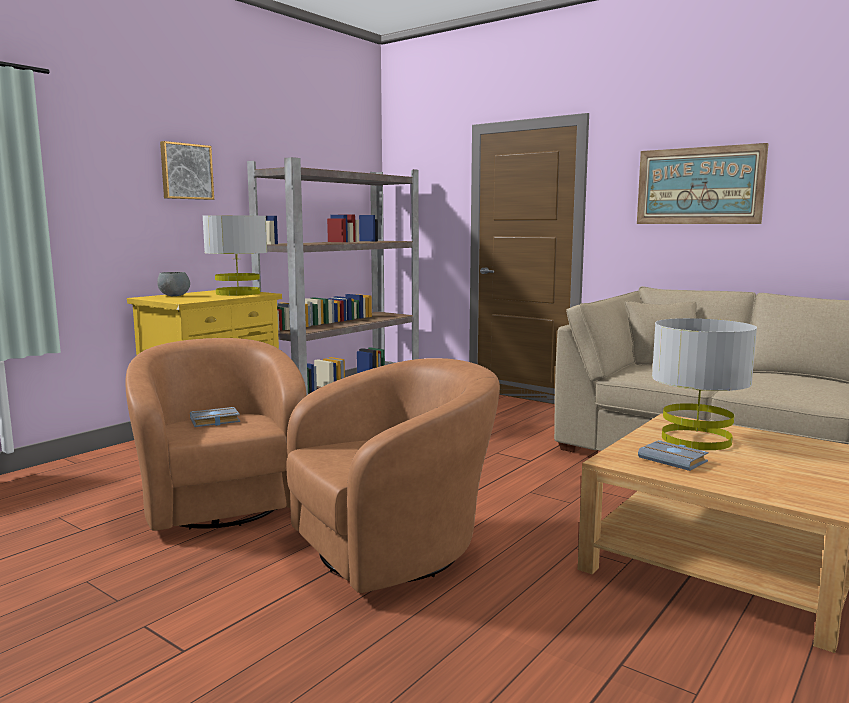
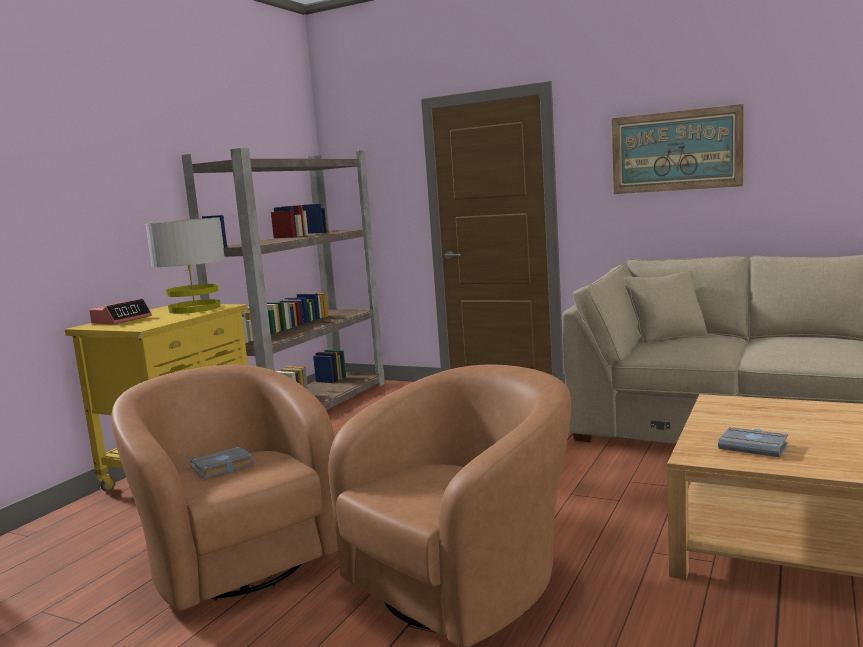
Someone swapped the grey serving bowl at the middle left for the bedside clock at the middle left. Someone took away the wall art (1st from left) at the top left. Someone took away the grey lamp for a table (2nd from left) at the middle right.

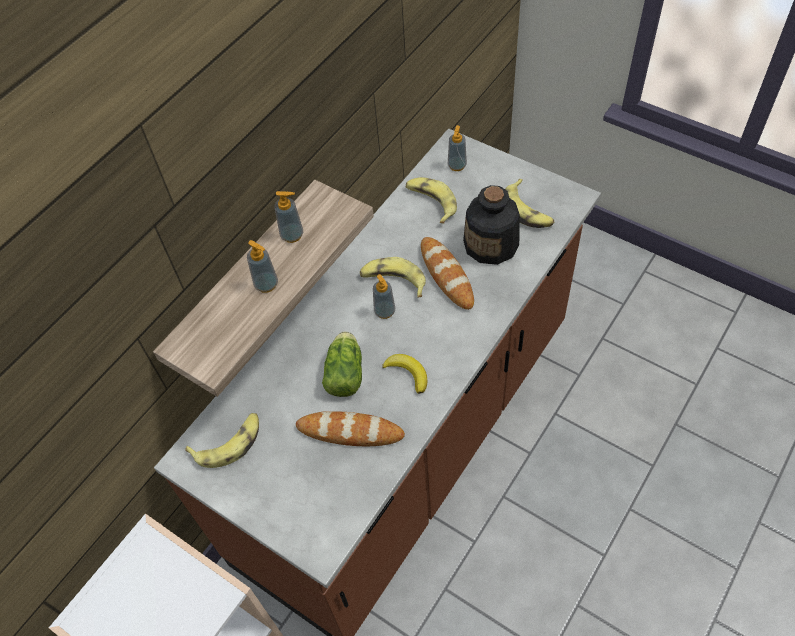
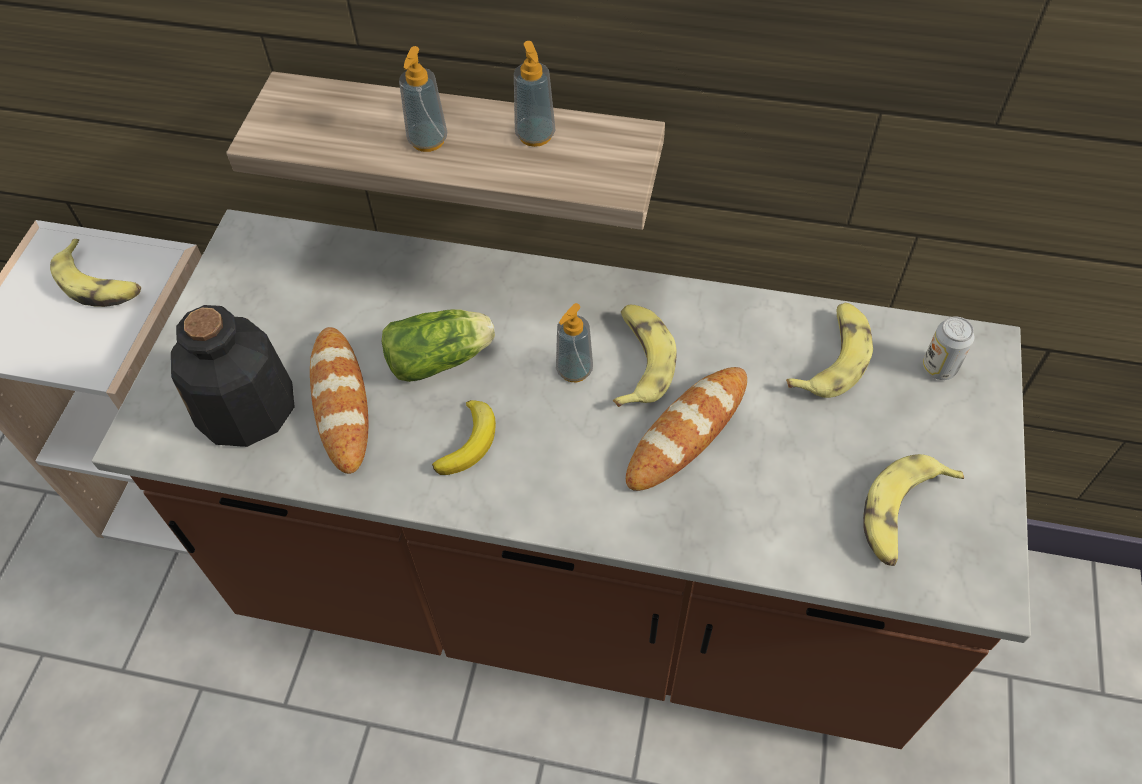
Someone carried the banana fruit (1st from left) from the bottom left to the middle left. Someone swapped the liquid soap bottle (4th from left) at the top centre for the metal can at the middle right. Someone carried the beverage bottle from the centre to the middle left.

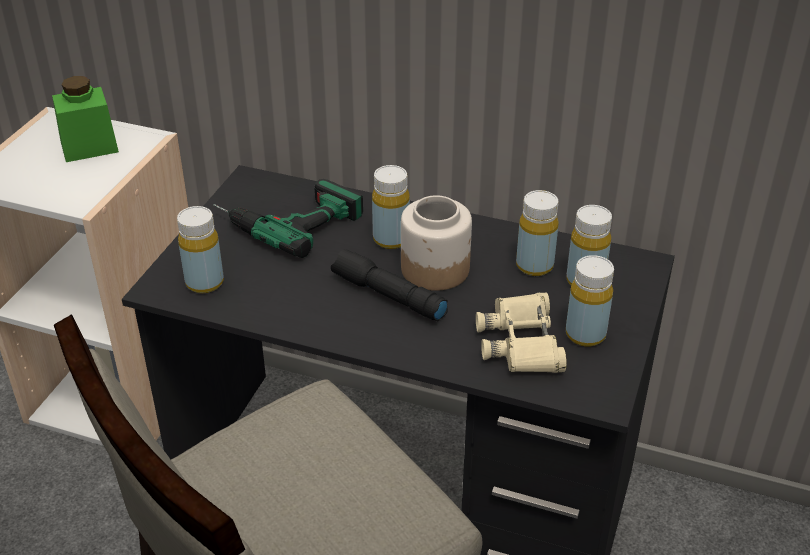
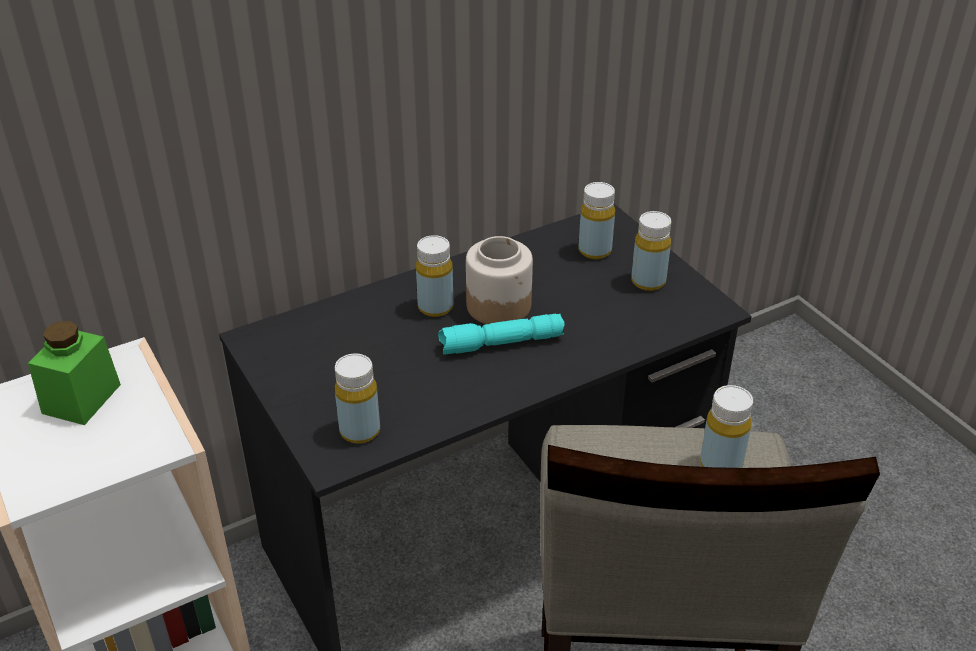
Someone took away the electric drill at the centre. Someone repainted the black-coloured hand torch at the centre, which became the turquoise hand torch at the centre. Someone took away the beige-coloured binoculars at the centre. Someone carried the yellow-coloured beverage bottle (3rd from left in the first image) from the centre to the middle right.

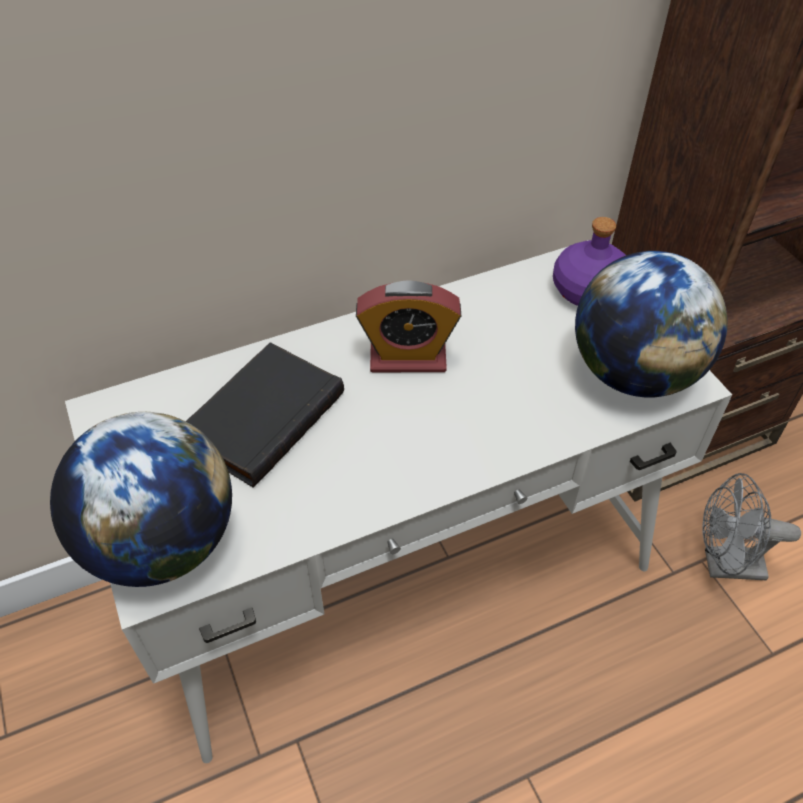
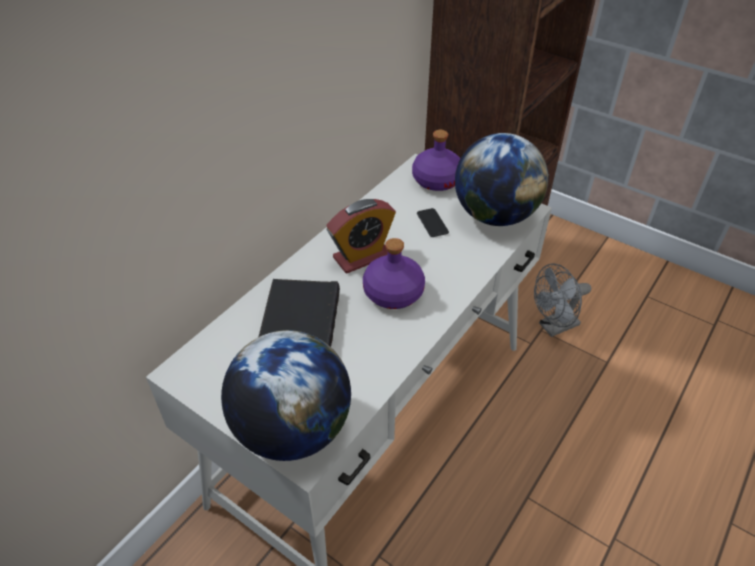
Someone put down the purple-coloured beverage bottle (1st from left) at the centre. Someone put down the phone at the centre.

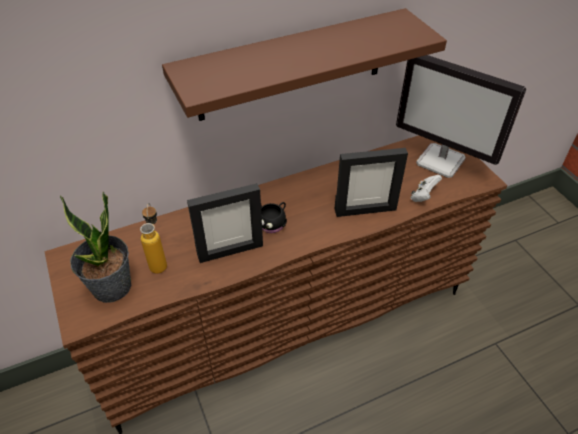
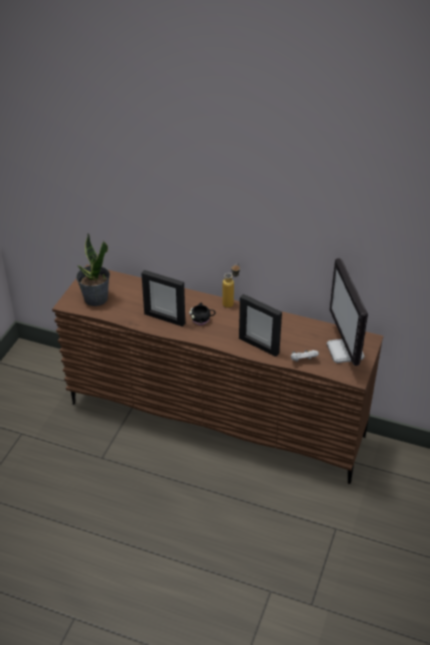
Someone carried the beverage bottle from the middle left to the centre. Someone took away the brown-coloured shelf at the top centre.

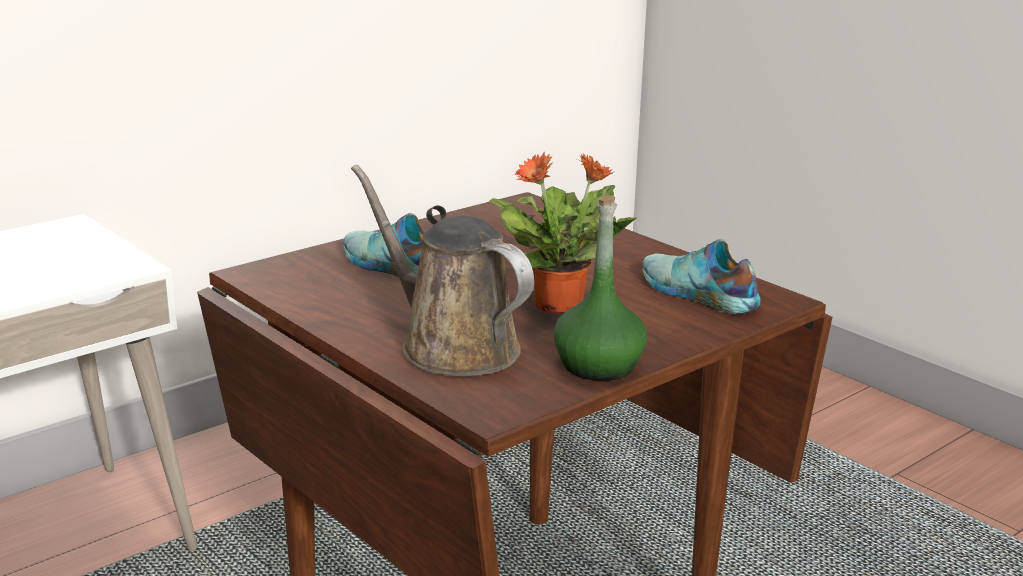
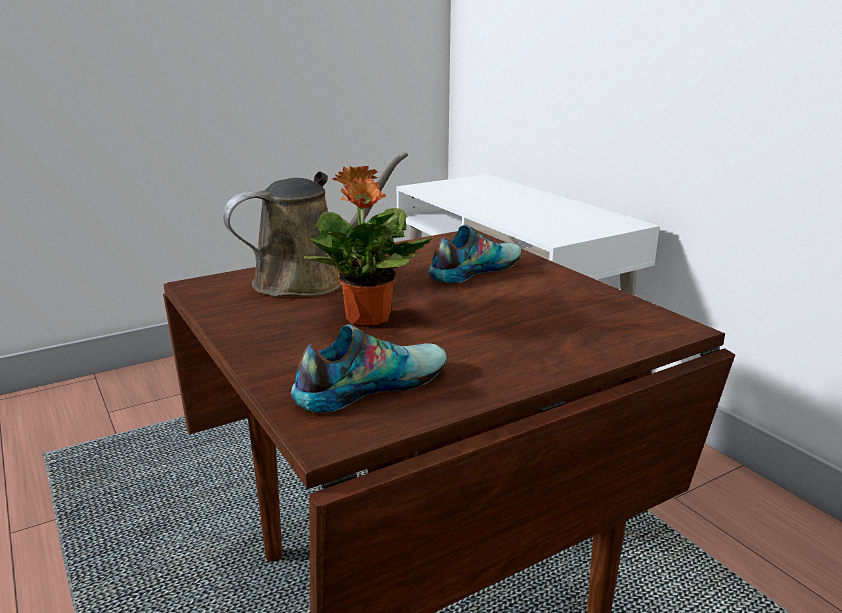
Someone took away the green beverage bottle at the centre.

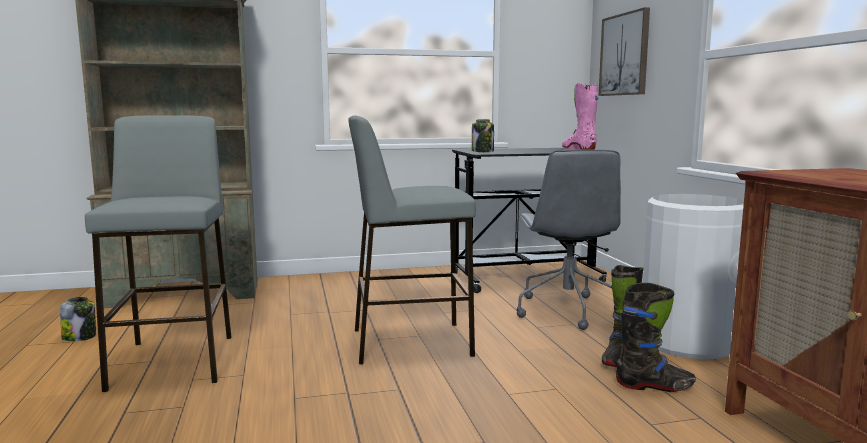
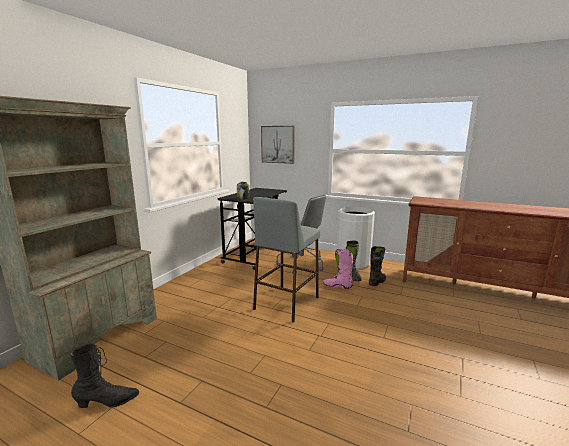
Someone swapped the jar (1st from left) at the bottom left for the black-coloured high-top boot (1st from left) at the bottom left. Someone took away the grey stool seat (1st from left) at the middle left. Someone carried the pink high-top boot from the top right to the centre.

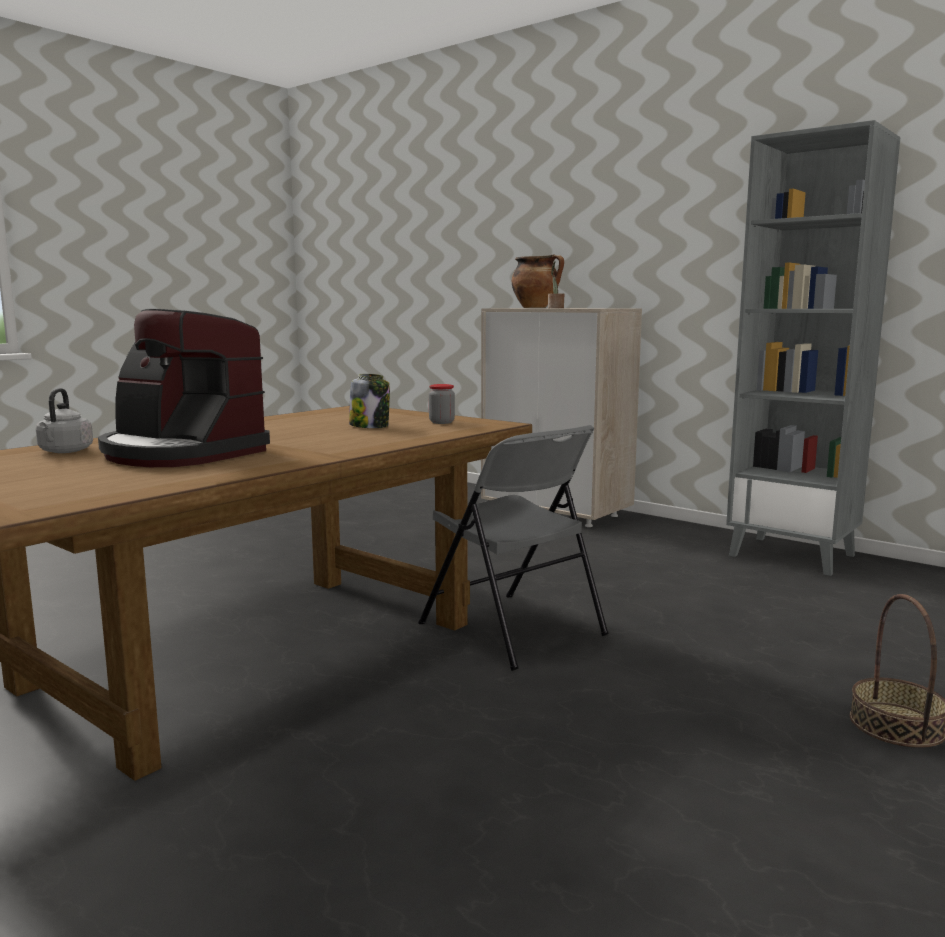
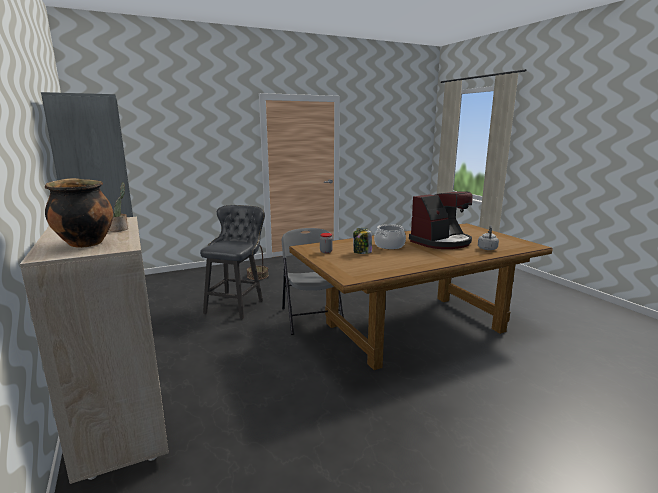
Someone rotated the coffee brewer at the middle left by 90 degrees clockwise. Someone put down the grey stool seat at the centre. Someone put down the saucepot (2nd from left) at the centre.

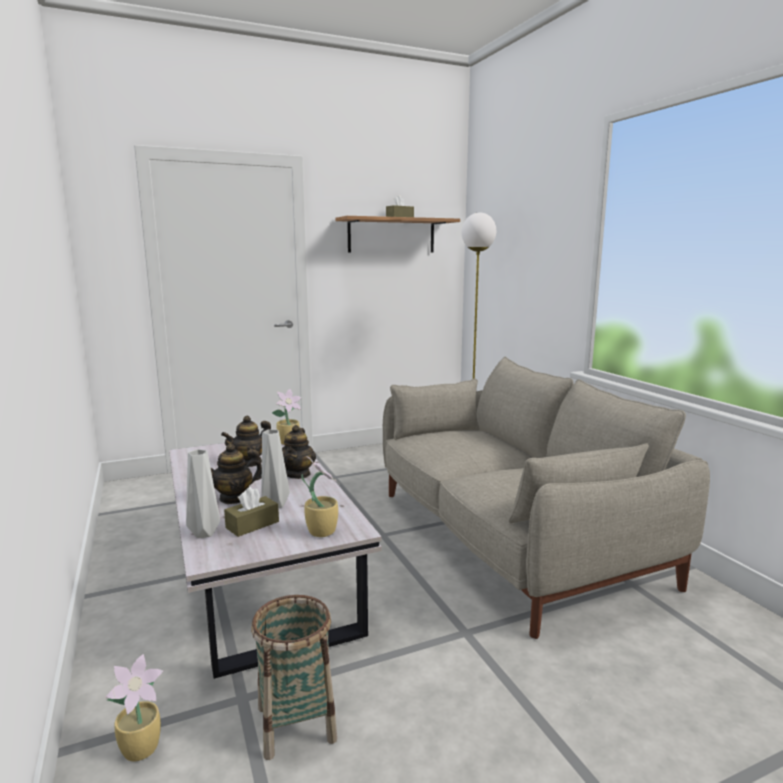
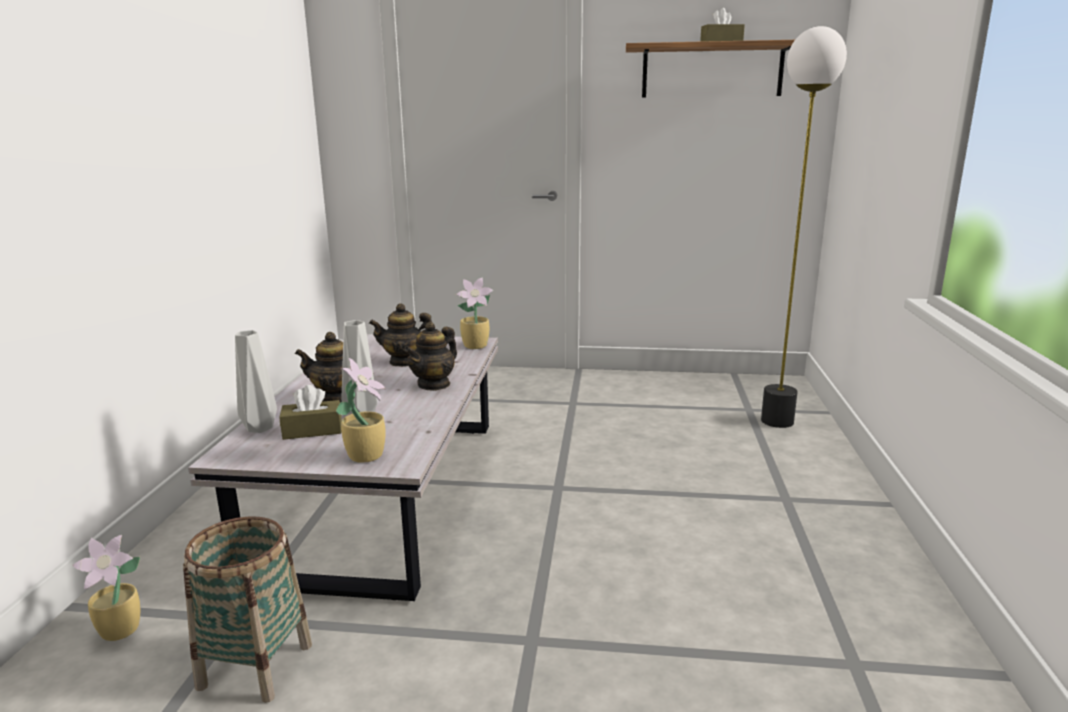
Someone took away the beige-coloured sofa at the middle right.

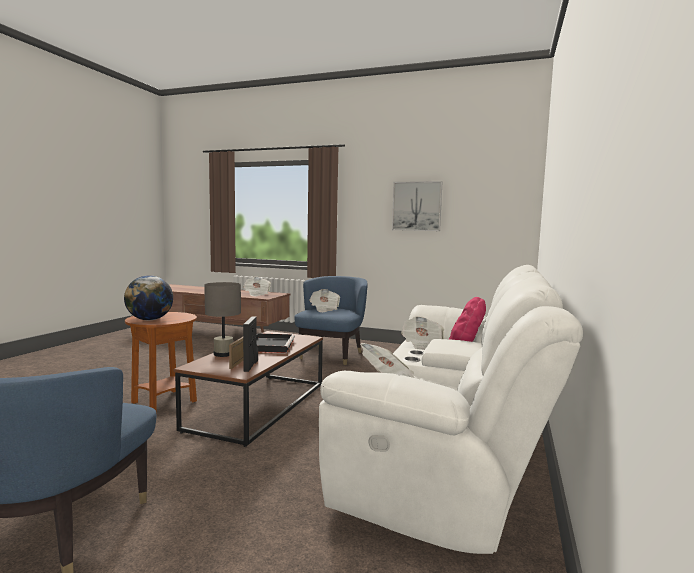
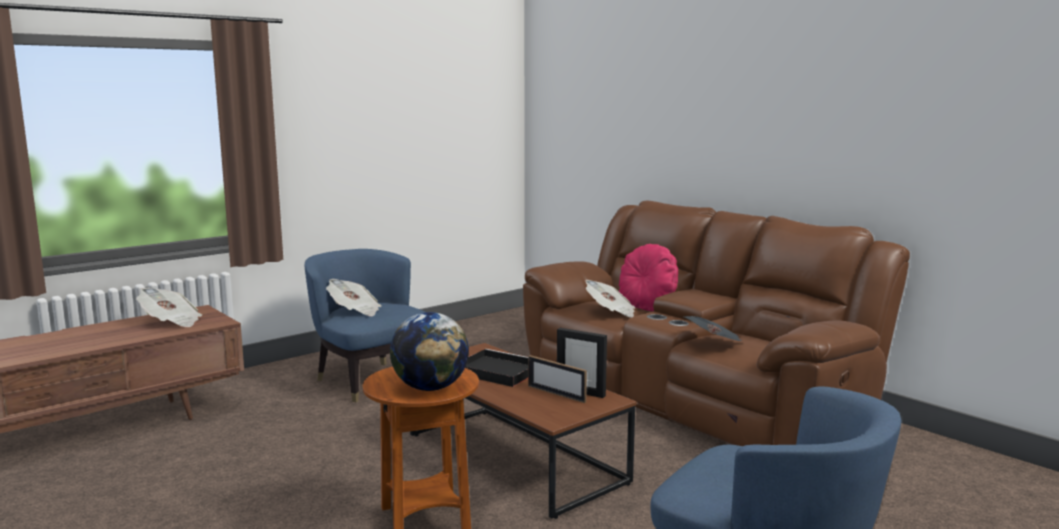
Someone took away the grey lamp for a table at the middle left. Someone repainted the white-coloured sofa at the bottom centre, which became the brown-coloured sofa at the middle right. Someone took away the wall art at the centre.

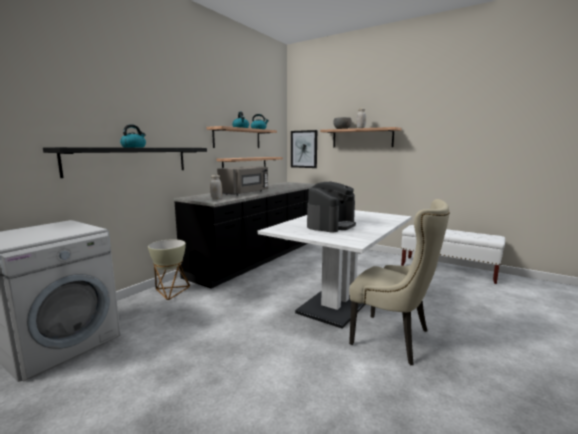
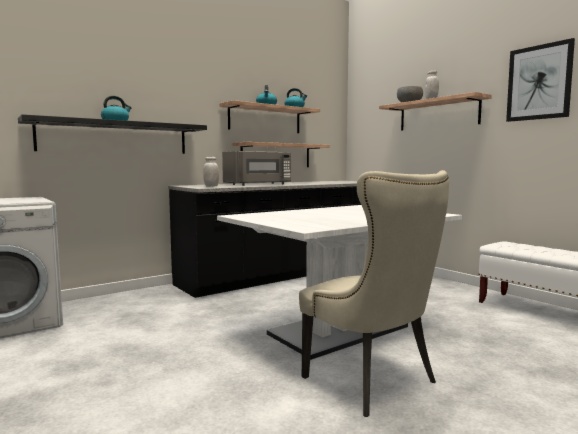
Someone took away the planter at the middle left. Someone carried the wall art from the centre to the top right. Someone took away the coffee brewer at the centre.

